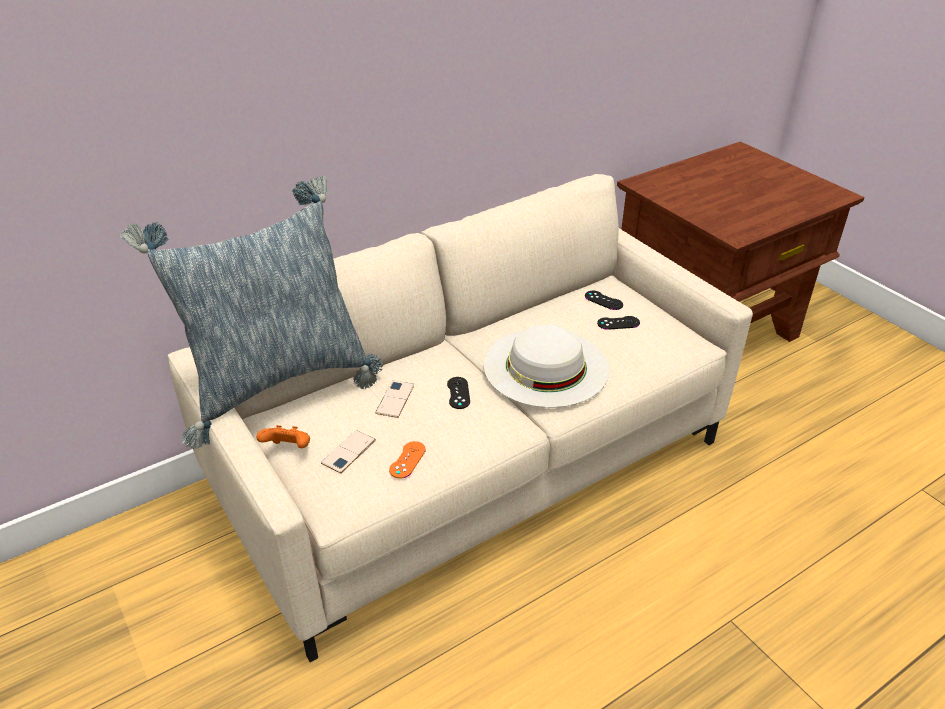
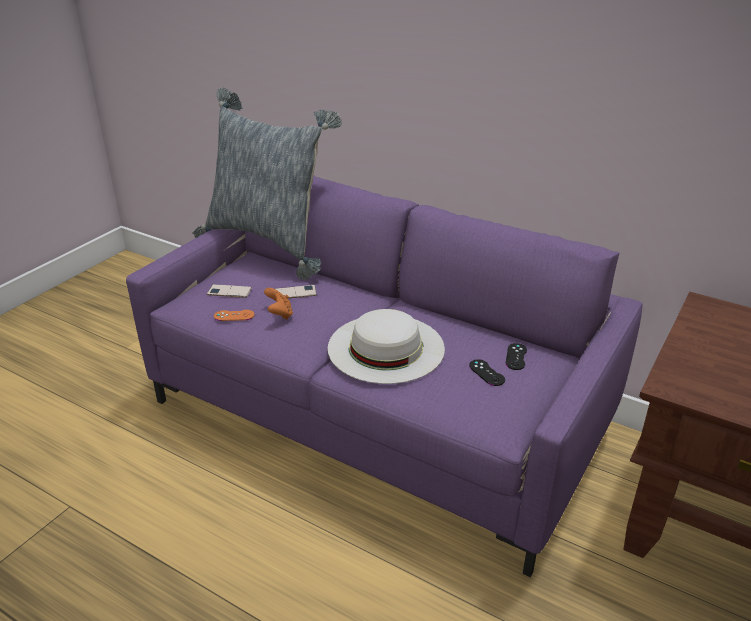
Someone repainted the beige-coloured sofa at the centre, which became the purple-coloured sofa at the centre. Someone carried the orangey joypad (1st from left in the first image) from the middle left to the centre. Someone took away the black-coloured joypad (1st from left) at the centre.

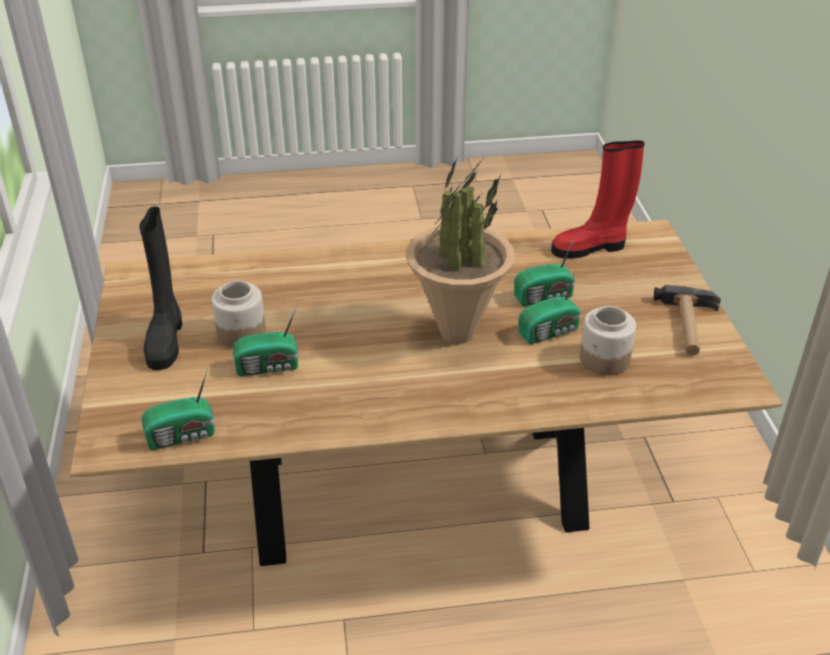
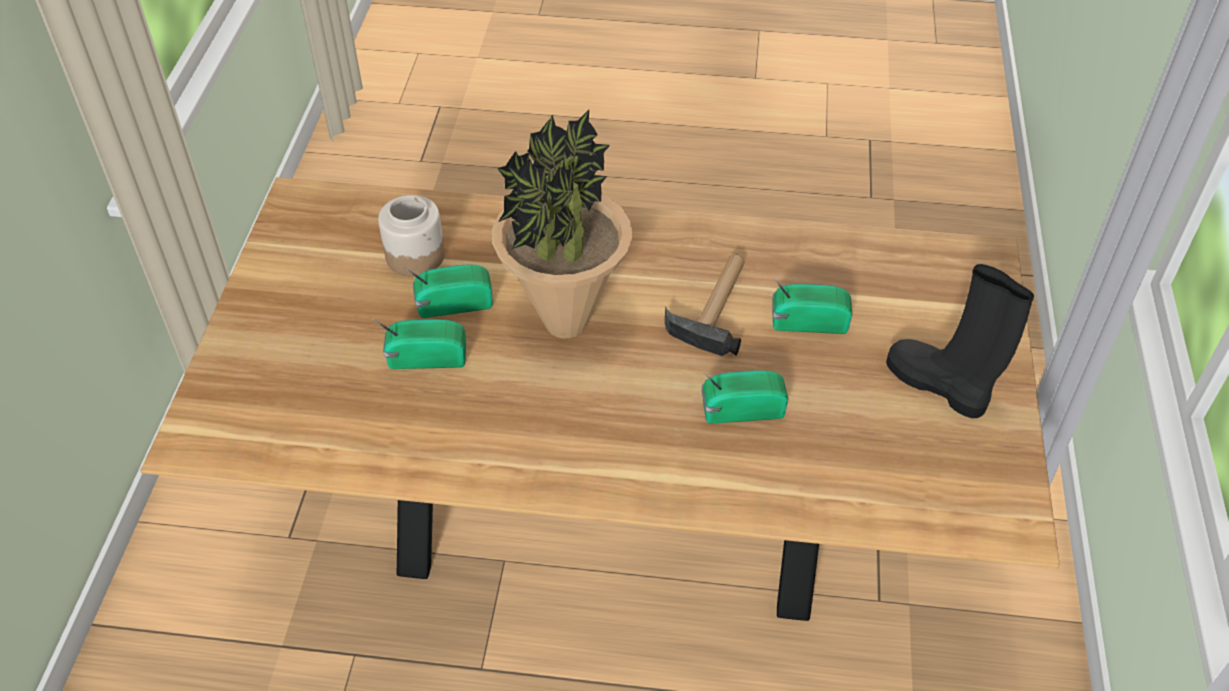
Someone rotated the black-coloured high-top boot at the middle left by 60 degrees counterclockwise. Someone carried the radio (1st from left in the first image) from the middle left to the centre. Someone took away the jar (1st from left) at the middle left. Someone took away the red high-top boot at the top right. Someone carried the hammer from the middle right to the centre.

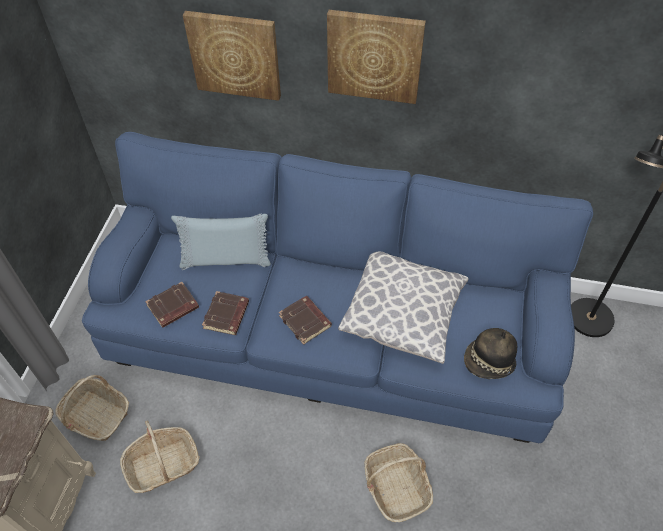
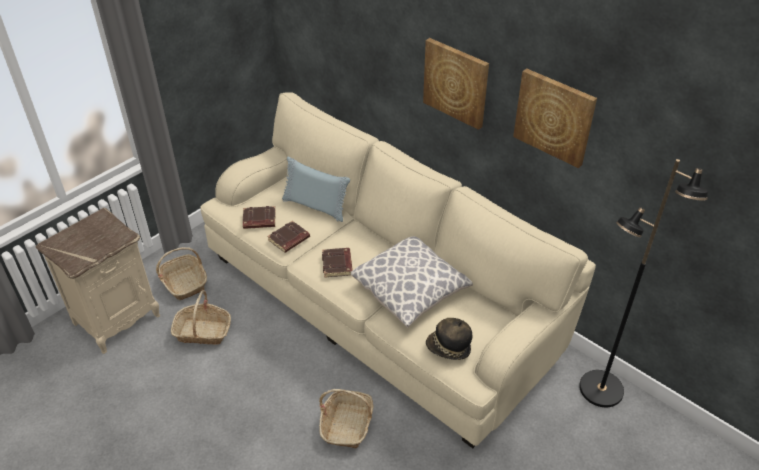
Someone repainted the blue sofa at the centre, which became the beige-coloured sofa at the centre. Someone carried the wall art (1st from left in the first image) from the top centre to the top right.

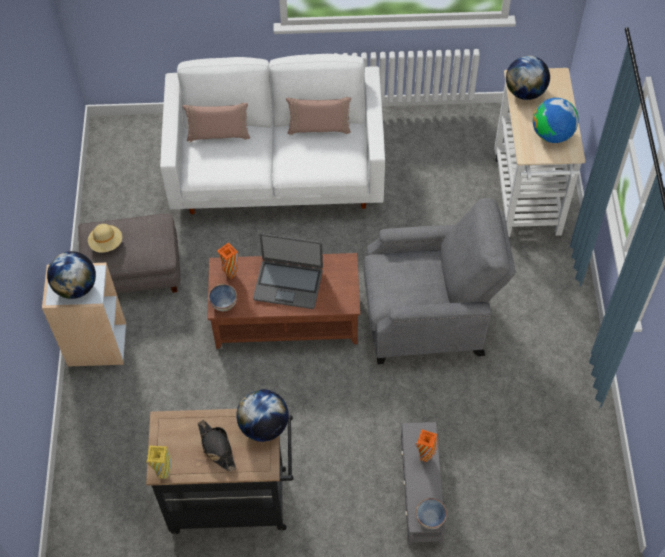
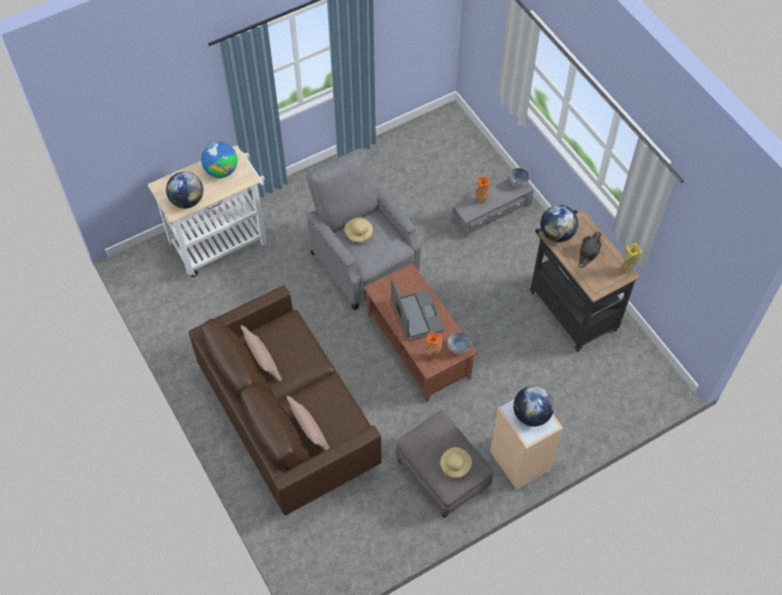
Someone repainted the white-coloured sofa at the top centre, which became the brown-coloured sofa at the bottom centre. Someone put down the beige-coloured hat (1st from left) at the centre.

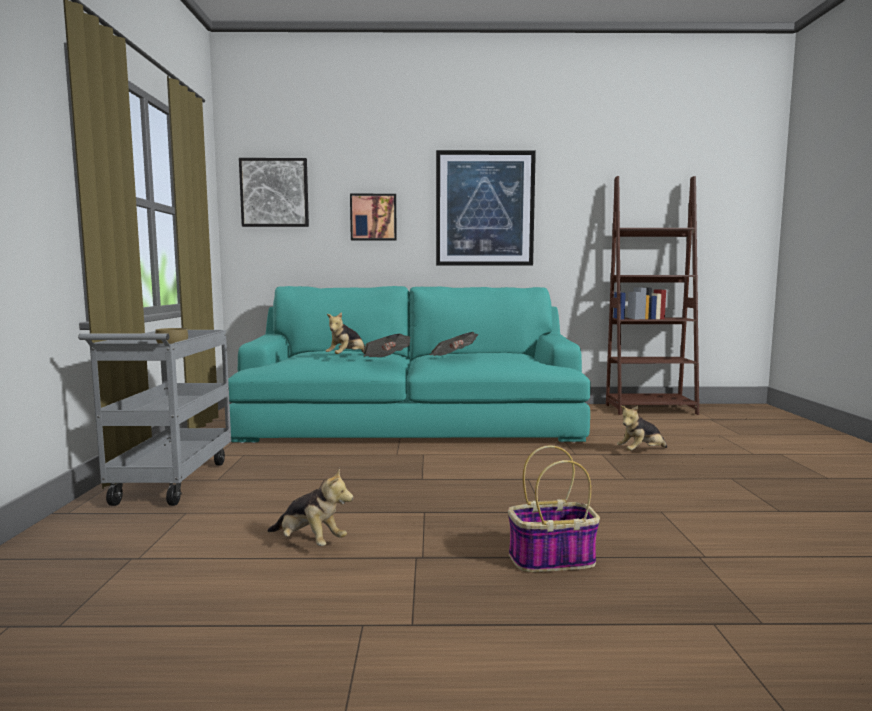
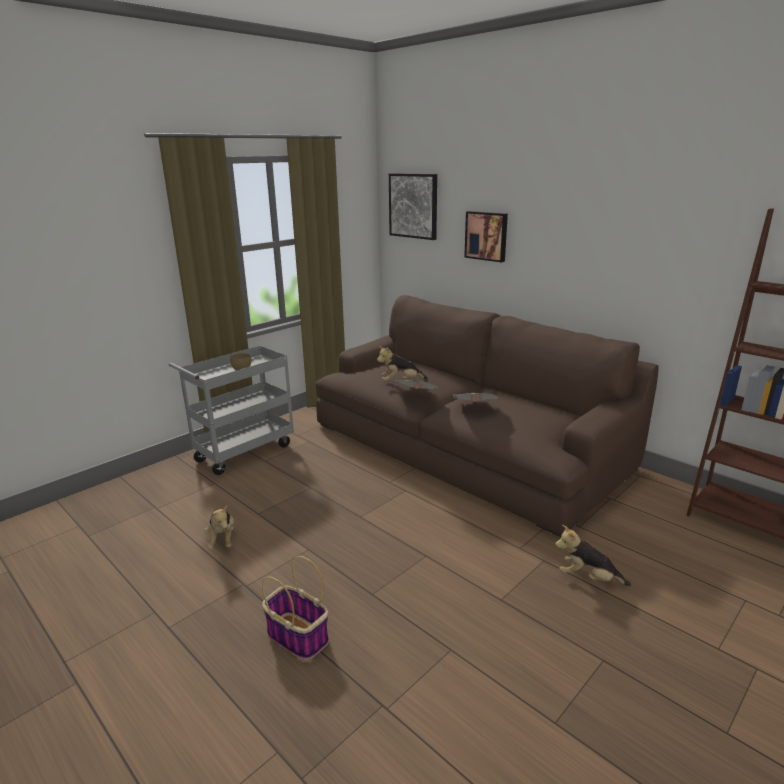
Someone repainted the turquoise sofa at the centre, which became the brown-coloured sofa at the centre. Someone took away the wall art (3rd from left) at the top centre.

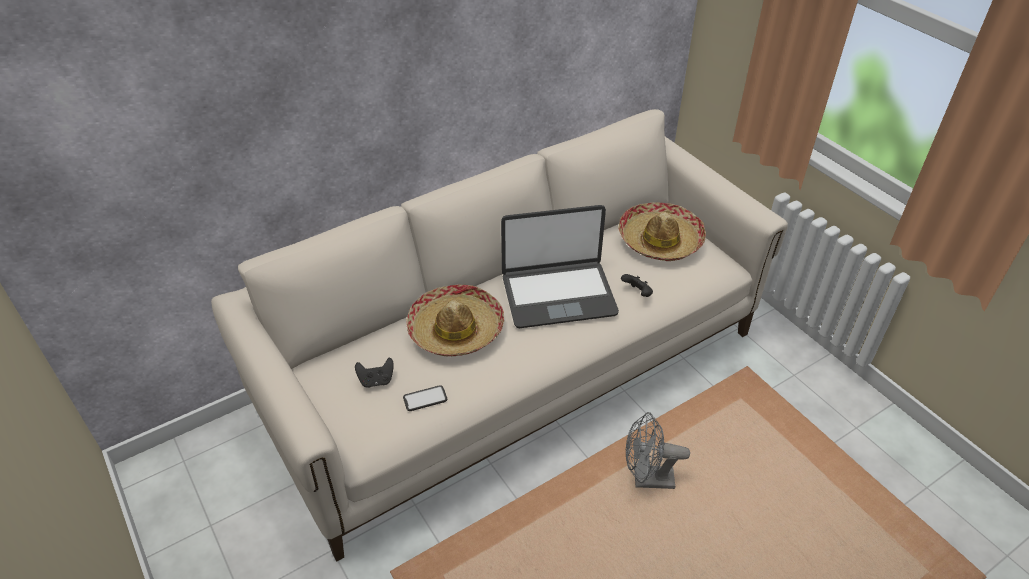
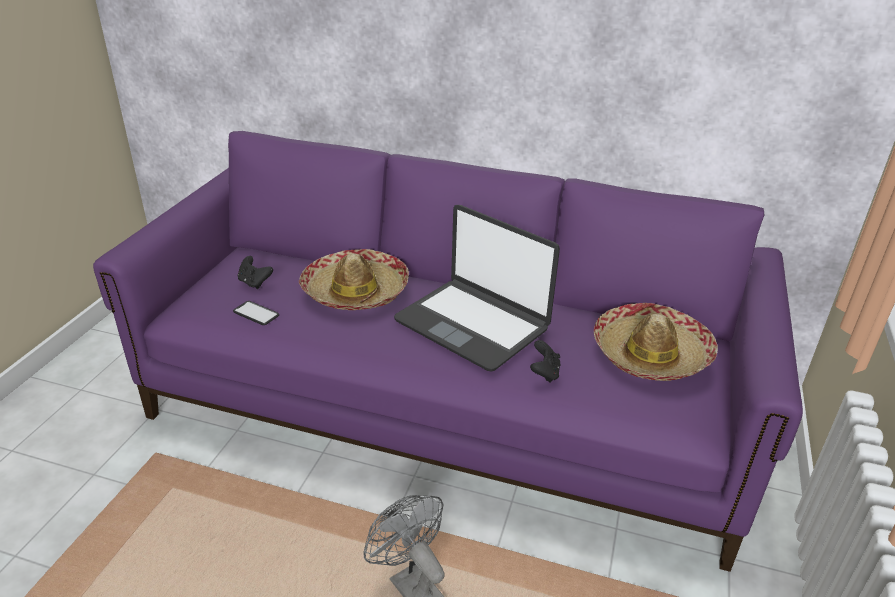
Someone repainted the beige-coloured sofa at the centre, which became the purple-coloured sofa at the centre.

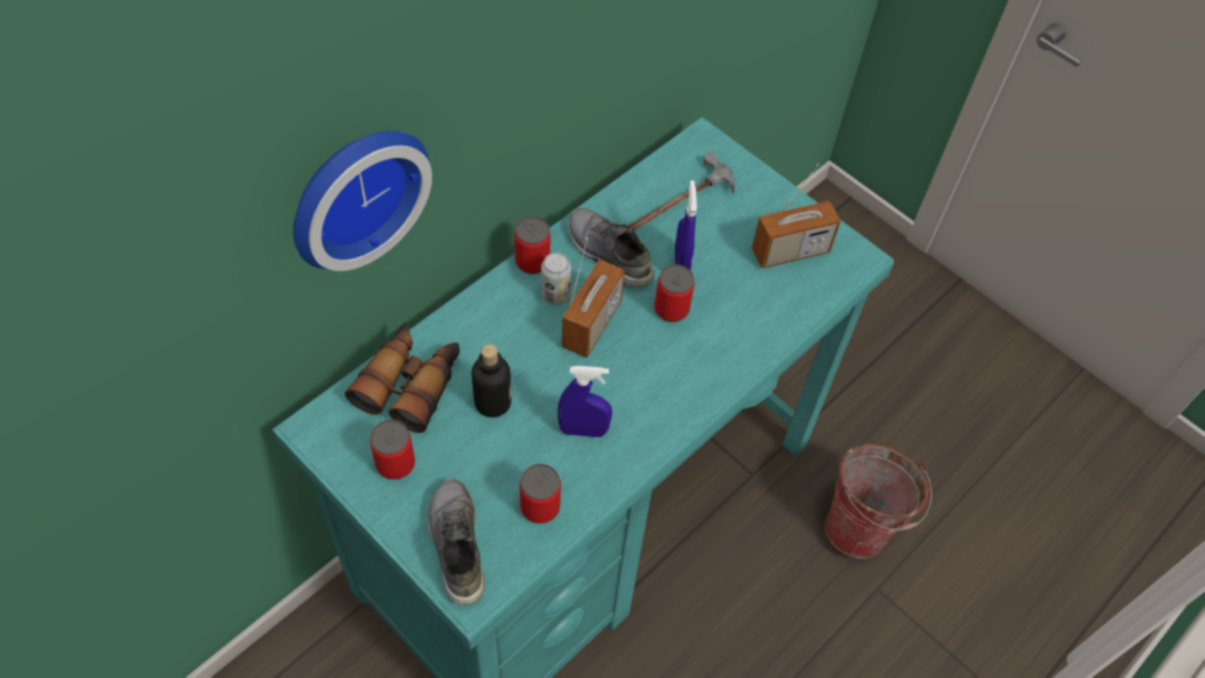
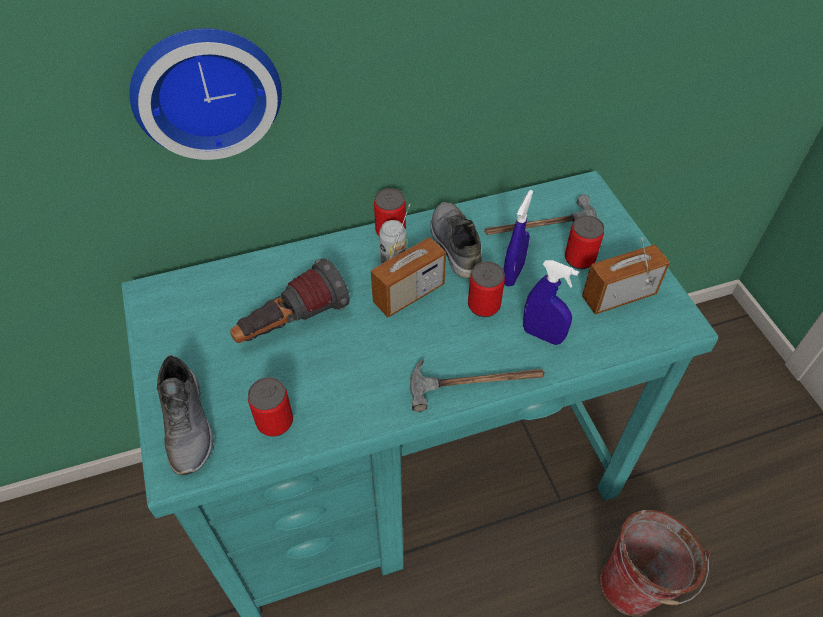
Someone took away the binoculars at the centre. Someone carried the metal can (1st from left in the first image) from the middle left to the middle right. Someone rotated the grey low shoe (1st from left) at the bottom centre by 150 degrees clockwise. Someone swapped the beverage bottle at the centre for the hand torch at the centre. Someone carried the blue sprayer (1st from left in the first image) from the centre to the middle right. Someone rotated the radio (2nd from left) at the top centre by 150 degrees clockwise. Someone put down the hammer (1st from left) at the centre.

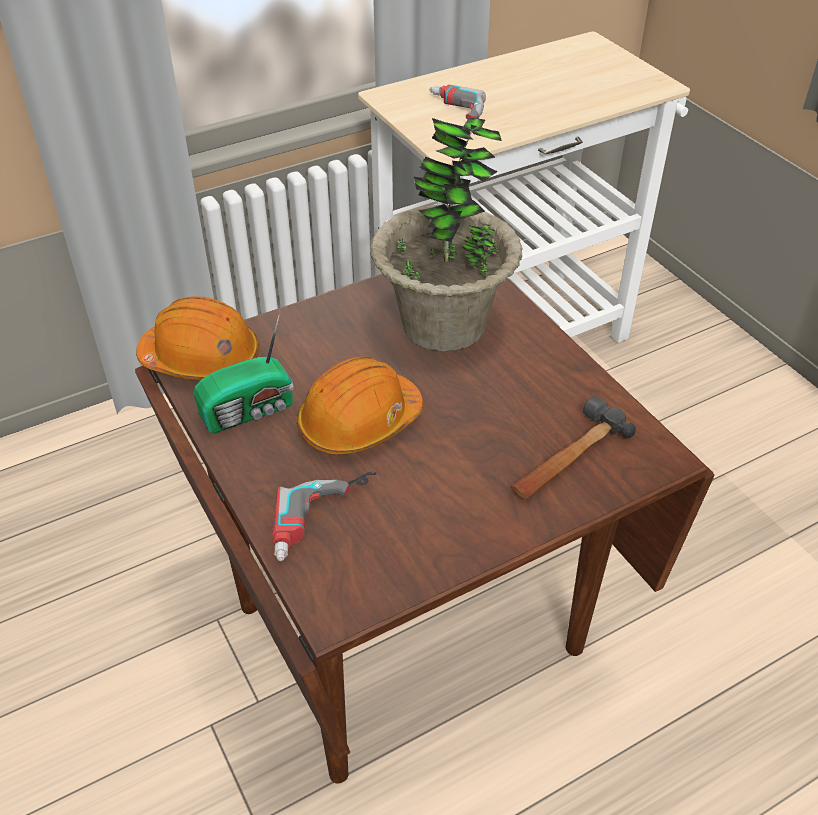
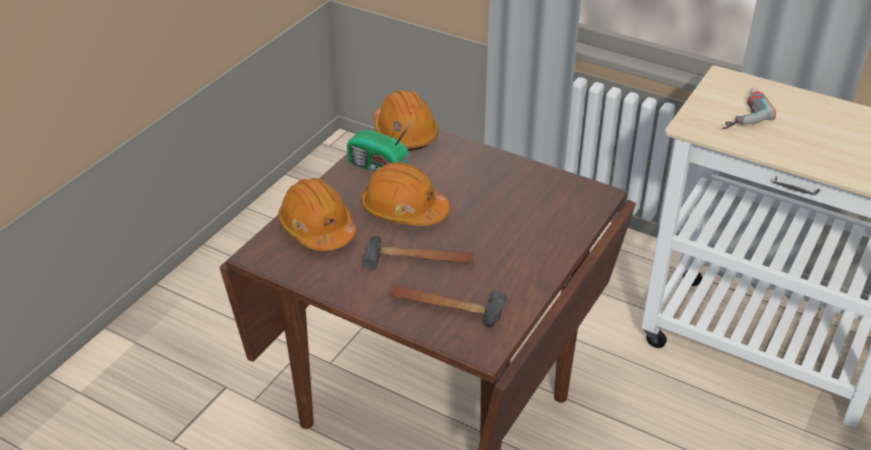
Someone swapped the electric drill (1st from left) at the centre for the orangey hard hat (1st from left) at the centre. Someone took away the plant in a pot at the top centre. Someone put down the hammer (1st from left) at the centre.

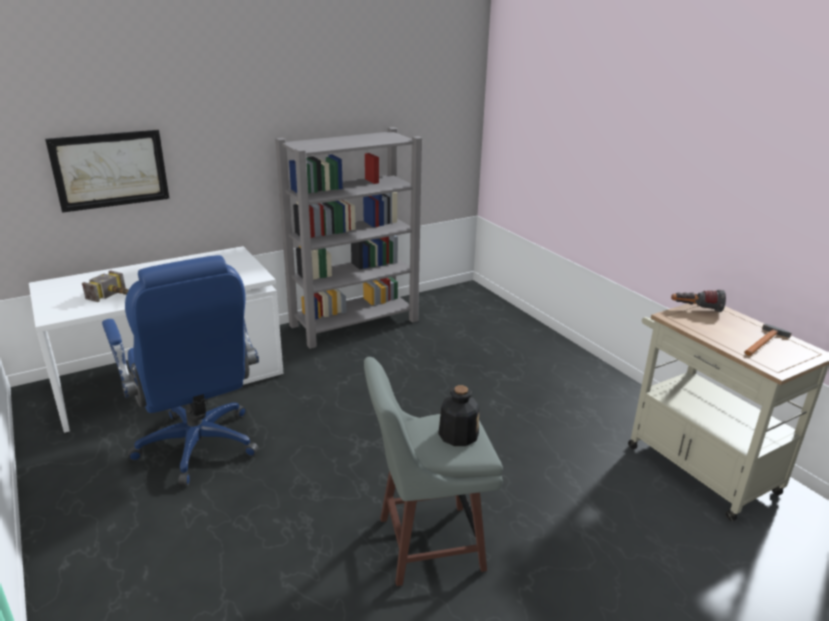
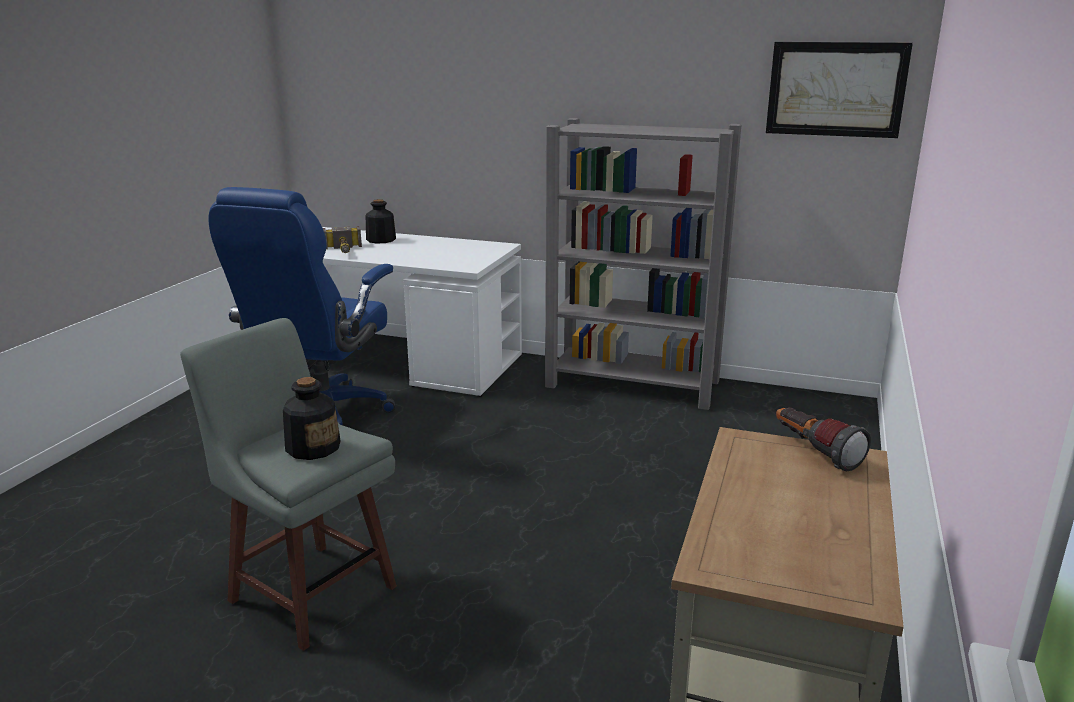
Someone carried the wall art from the top left to the top right. Someone took away the hammer (2nd from left) at the middle right. Someone put down the beverage bottle (2nd from left) at the top centre.

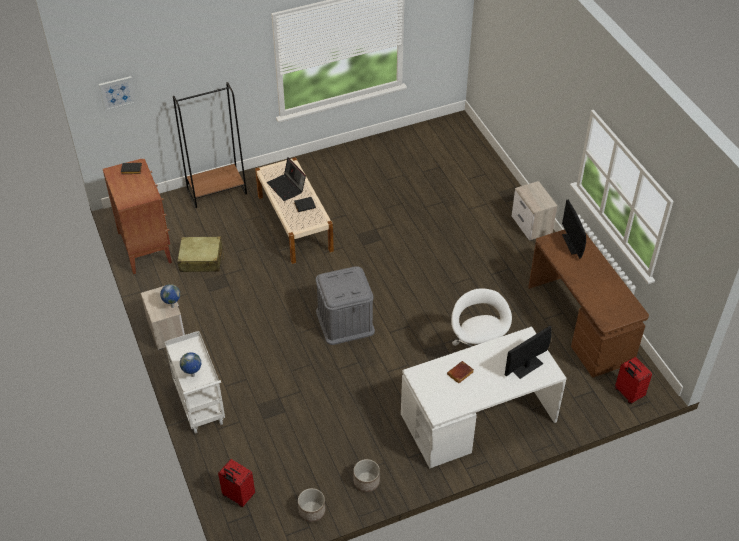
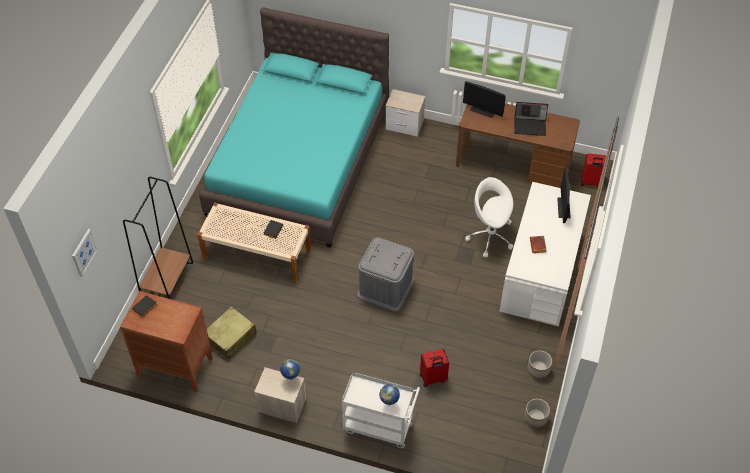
Someone carried the red suitcase (1st from left) from the bottom left to the bottom centre. Someone carried the laptop from the top centre to the top right. Someone put down the turquoise sleeping bed at the top centre.

